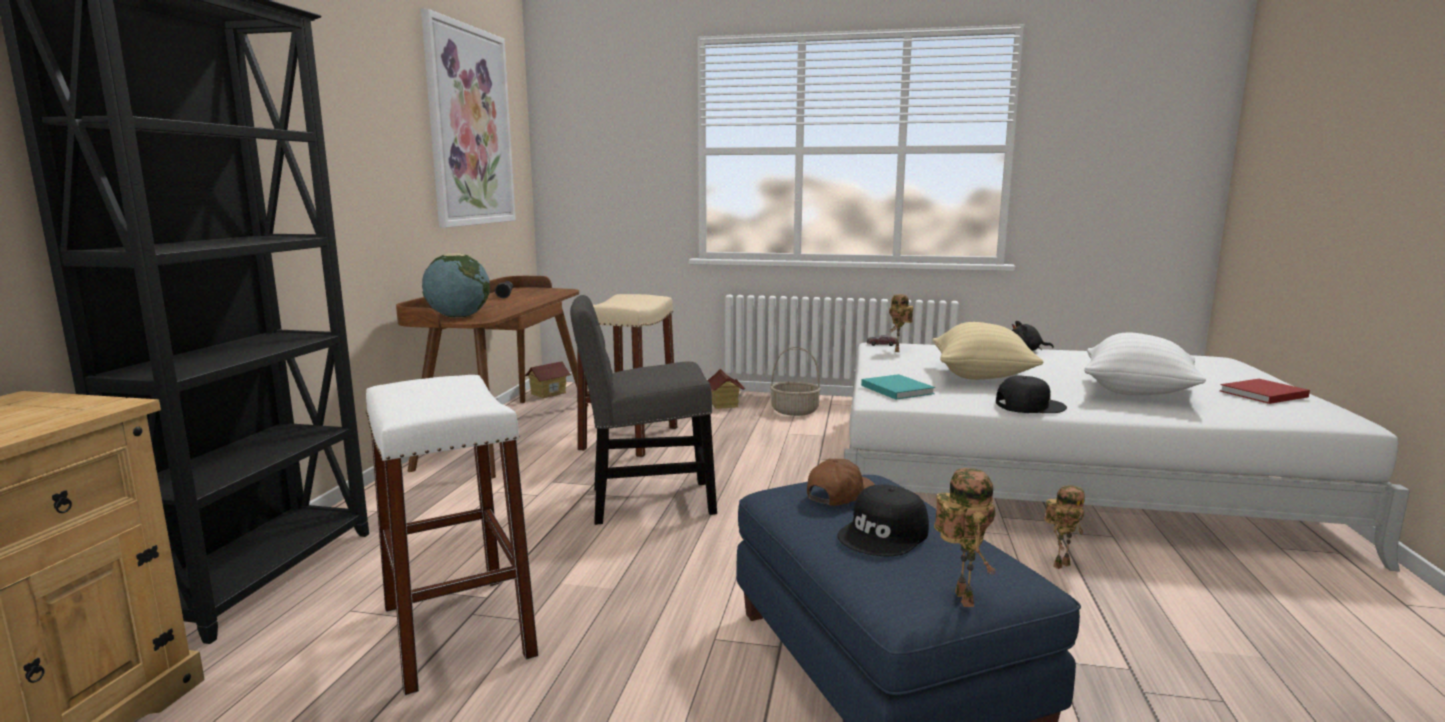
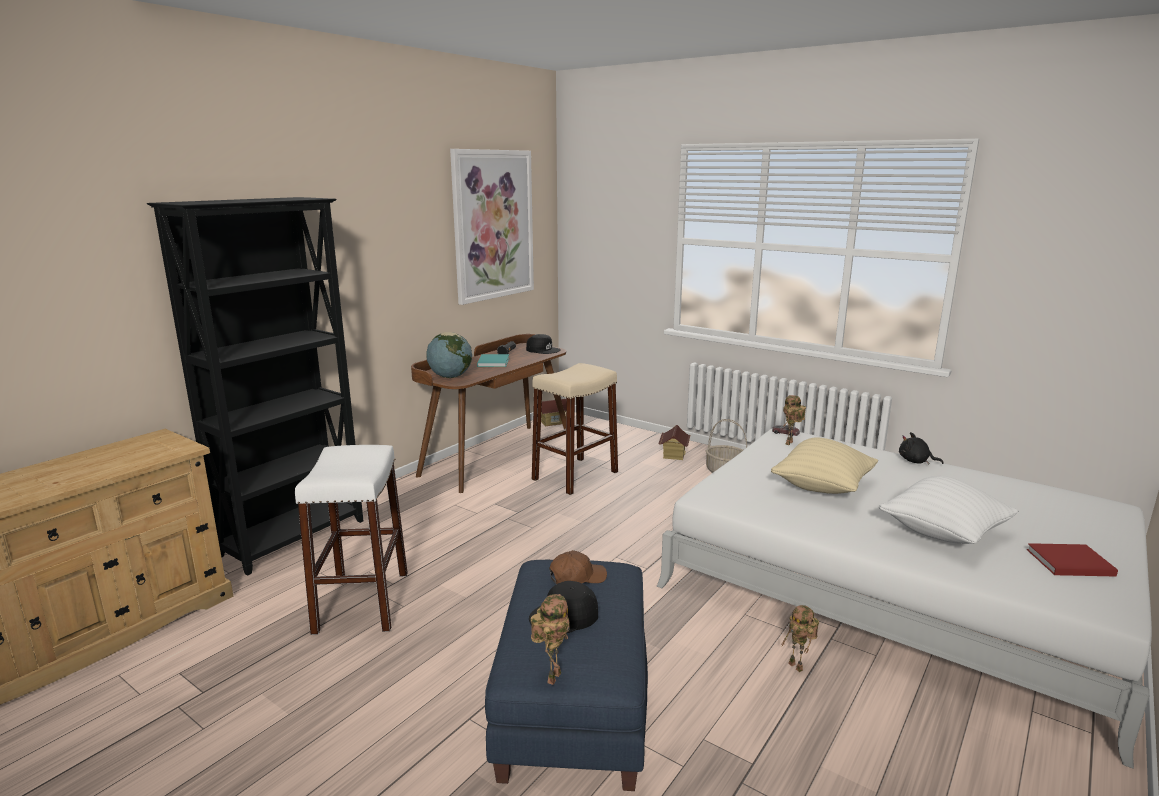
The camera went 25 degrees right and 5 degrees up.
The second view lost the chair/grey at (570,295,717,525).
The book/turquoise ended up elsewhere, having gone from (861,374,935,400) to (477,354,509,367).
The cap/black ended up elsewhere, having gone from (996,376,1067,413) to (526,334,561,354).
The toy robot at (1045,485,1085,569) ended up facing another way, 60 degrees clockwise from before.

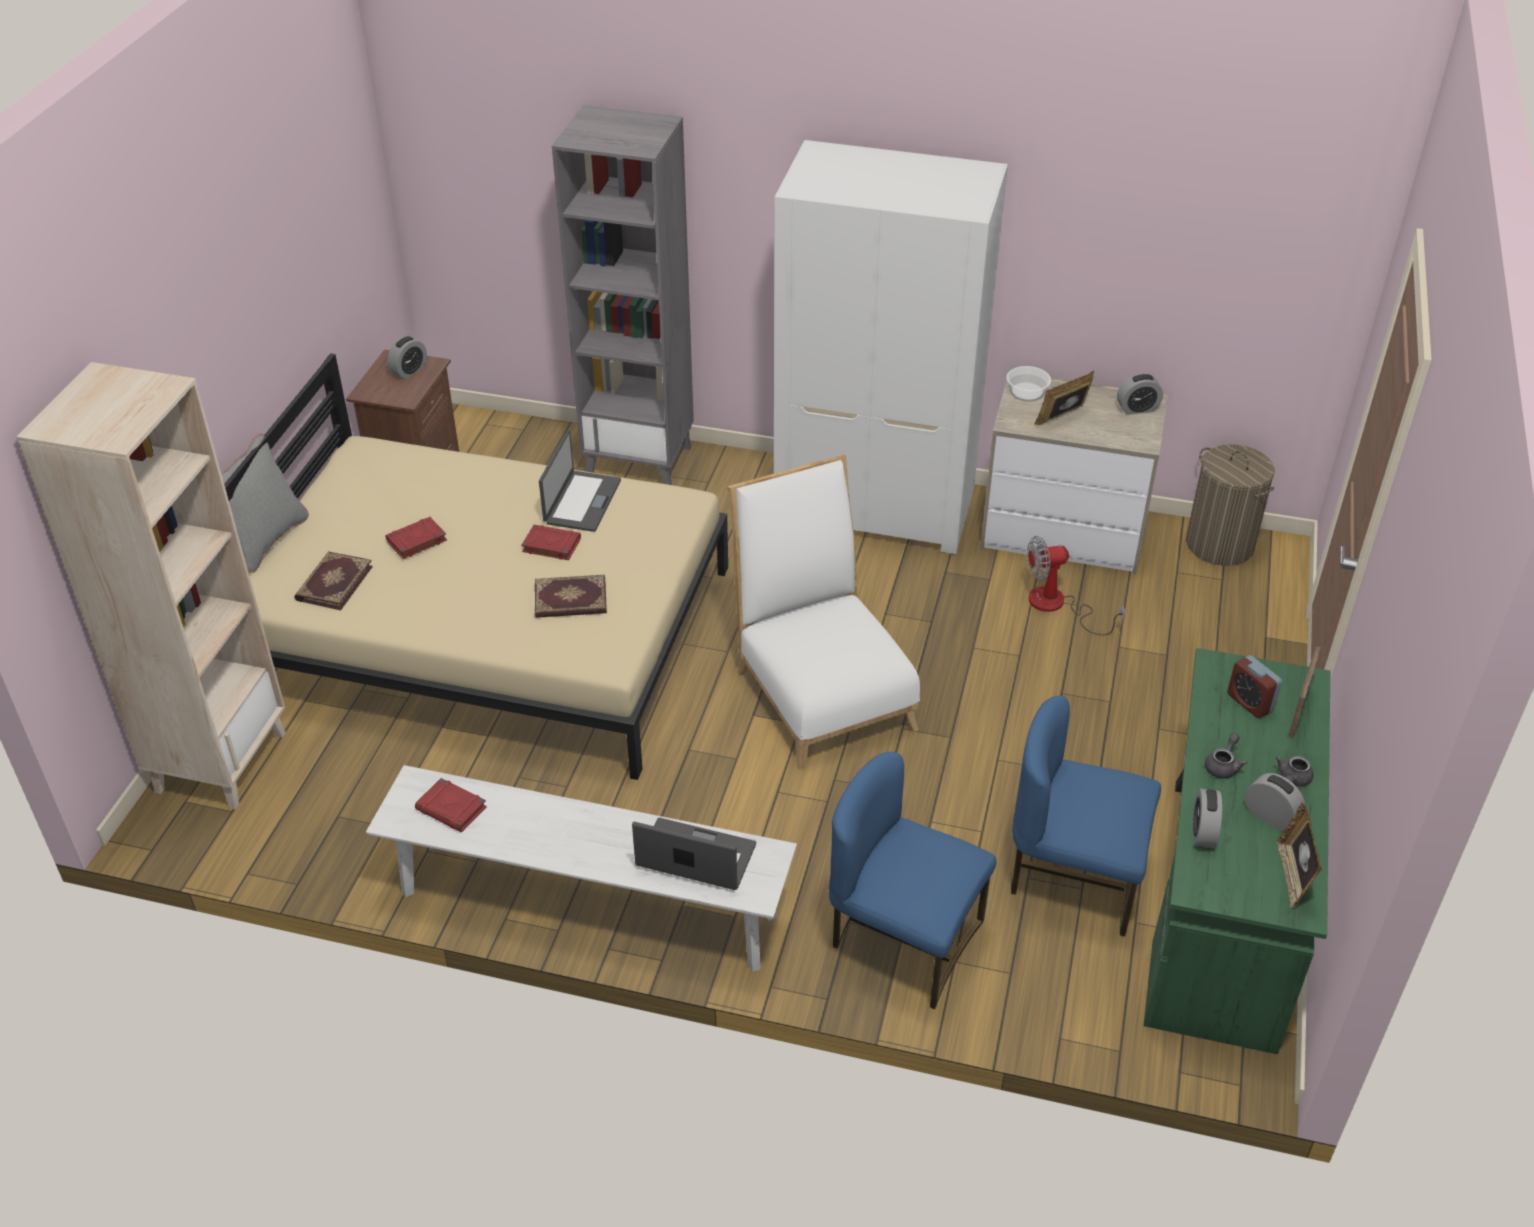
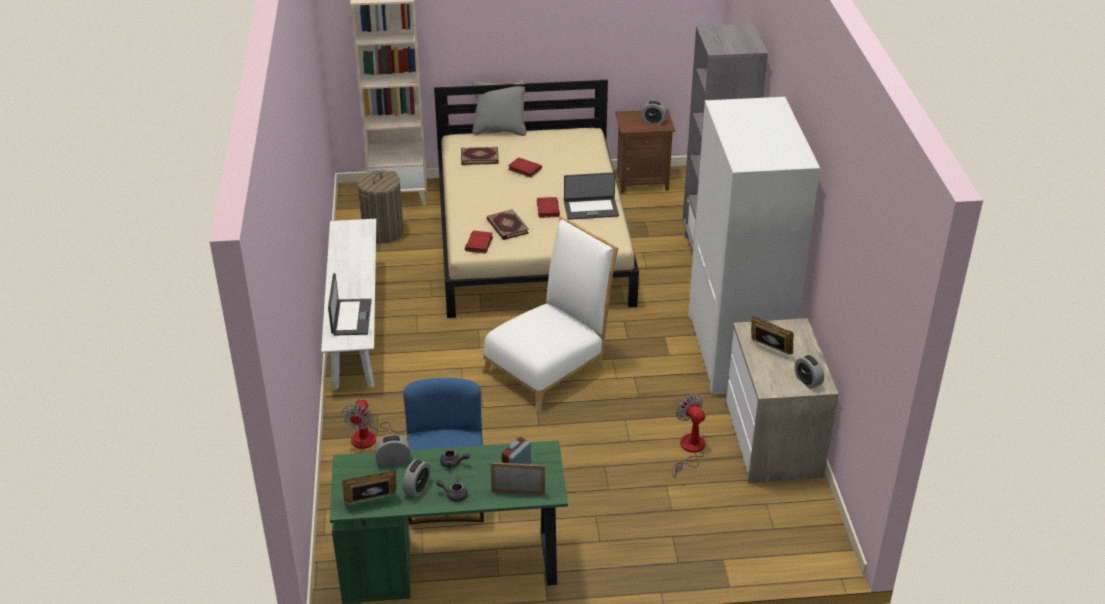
The camera went 70 degrees right and 5 degrees down.
The second view lost the bowl at (1006,366,1051,402).
The laundry basket ended up elsewhere, having gone from (1186,445,1275,565) to (357,170,404,243).
Where the chair/blue stood at (829,752,996,1009), the fan came to stand at (342,399,407,449).
The book/red ended up elsewhere, having gone from (415,778,487,832) to (465,230,493,254).

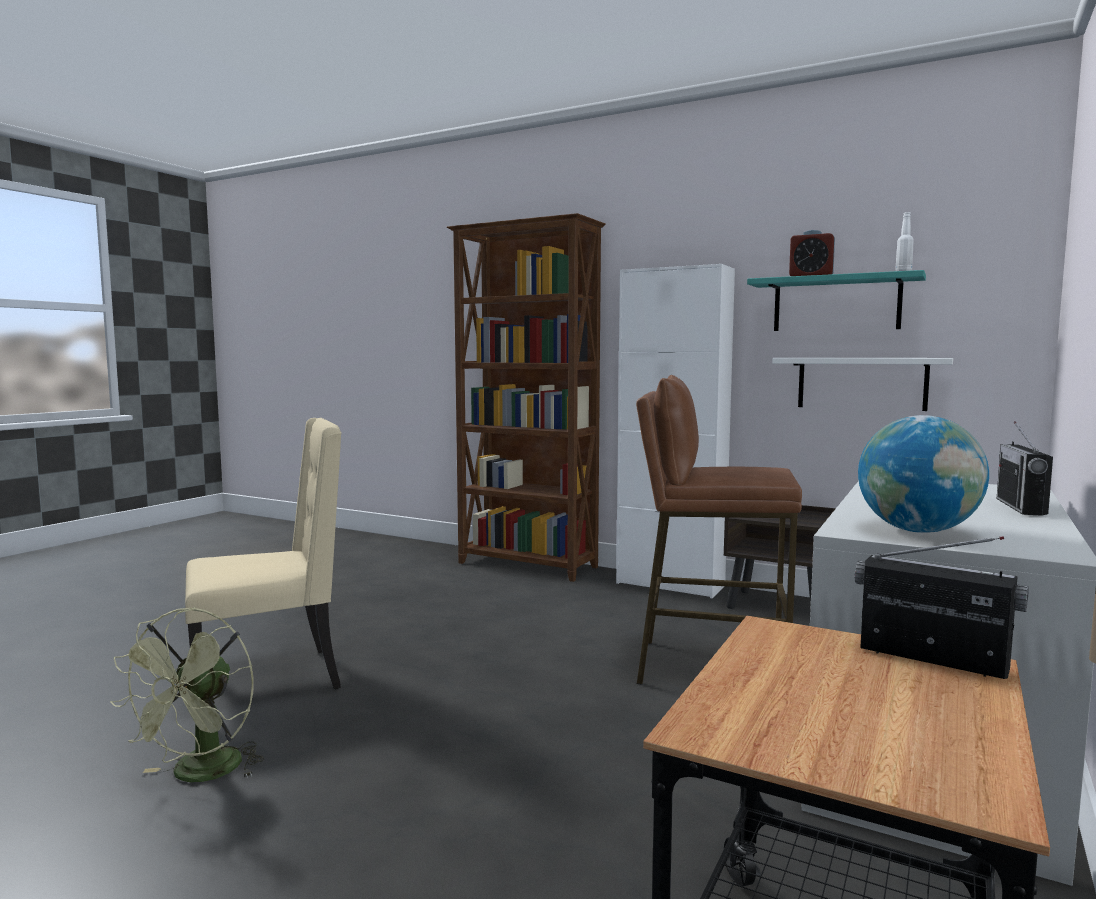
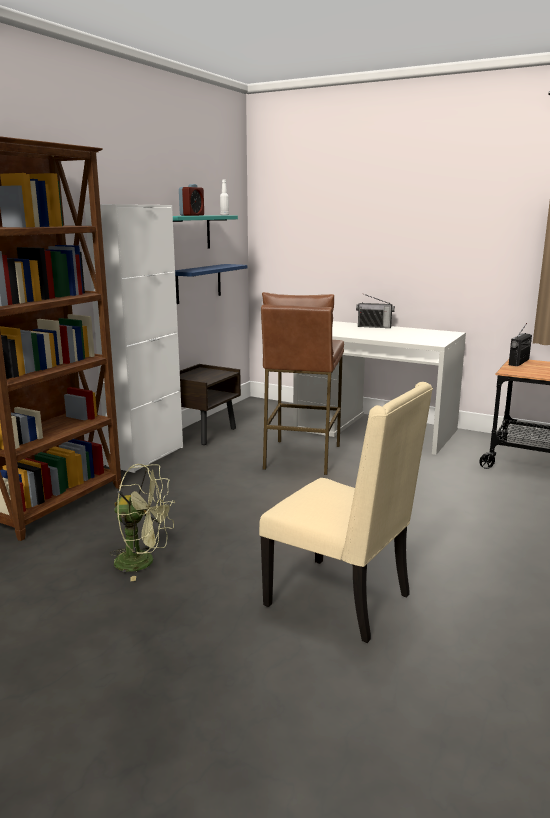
The camera went 90 degrees left and 10 degrees up.
What was the shelf/white at (772,358,953,411) turned into the shelf/blue at (175,264,247,304).
The second view lost the globe at (858,415,989,533).
The chair/beige at (185,418,342,689) ended up facing another way, 150 degrees clockwise from before.
The fan/green ended up elsewhere, having gone from (110,607,264,782) to (110,464,175,582).

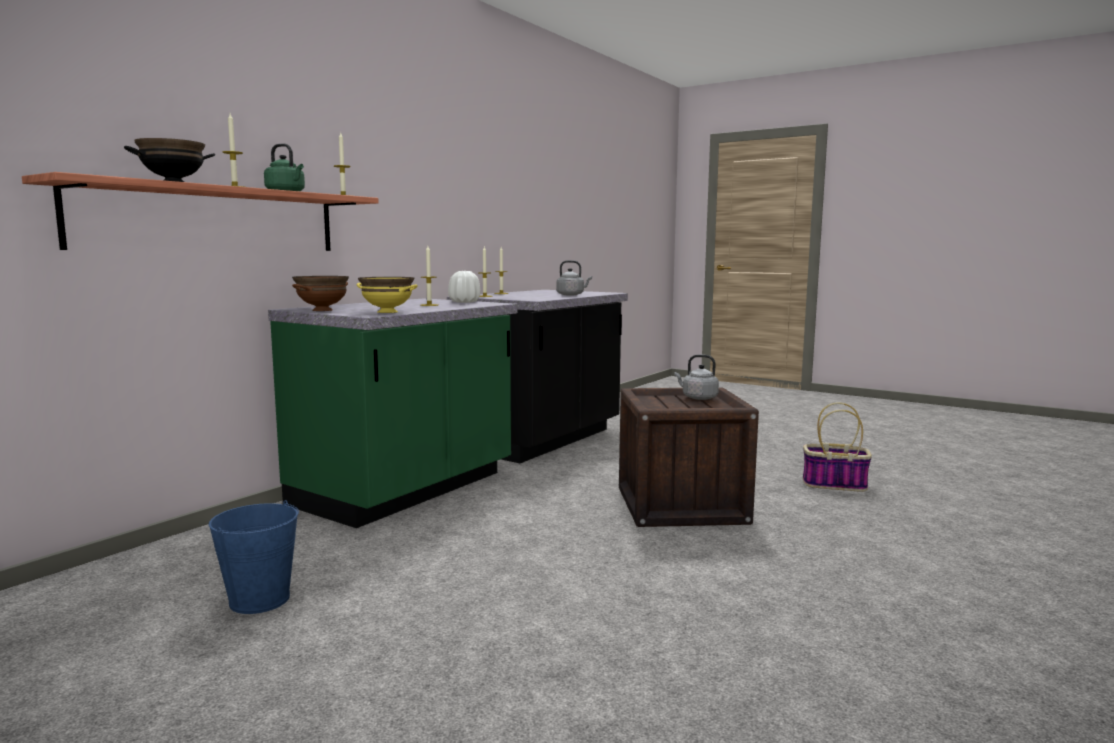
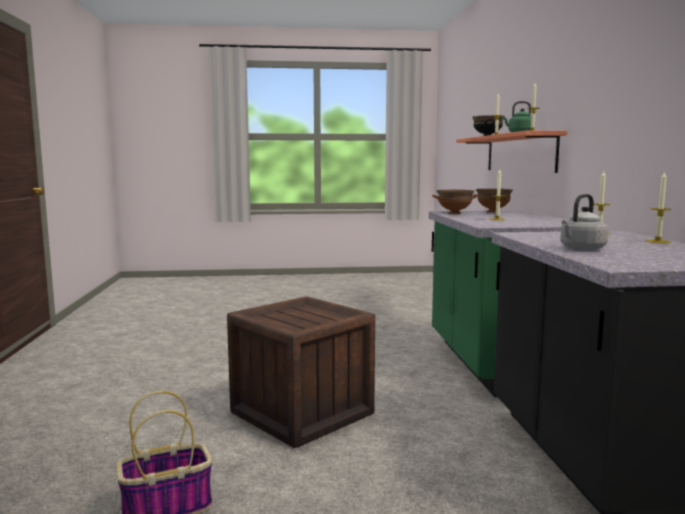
The camera went 140 degrees right and 0 degrees up.
The second view lost the vase/white at (448,271,481,303).
What was the bowl/yellow at (357,277,418,313) turned into the bowl/brown at (432,190,478,214).
The second view lost the kettle/grey at (675,355,719,400).
The second view lost the bucket/blue at (209,500,299,614).

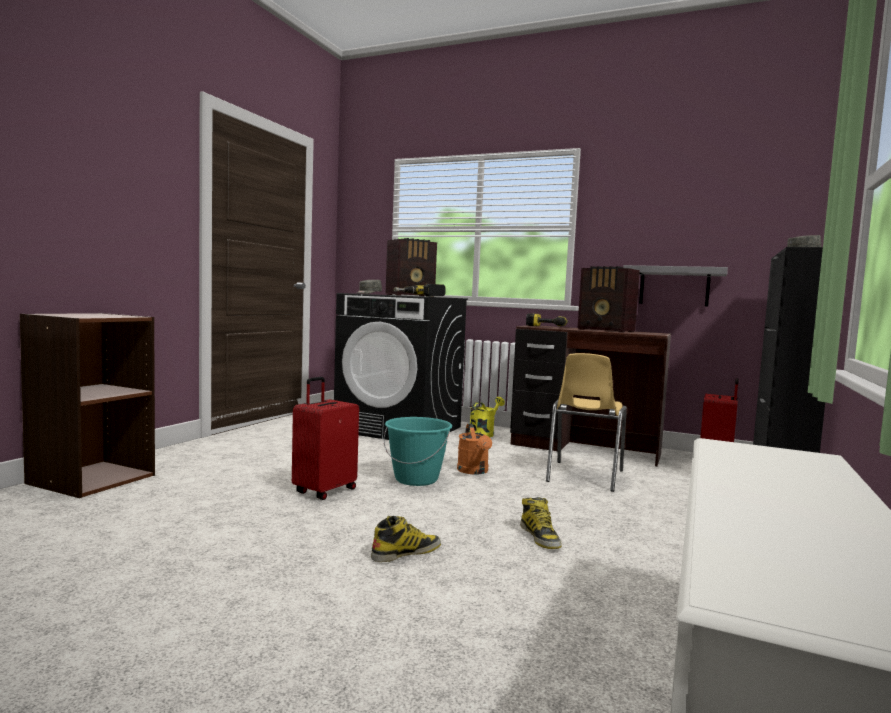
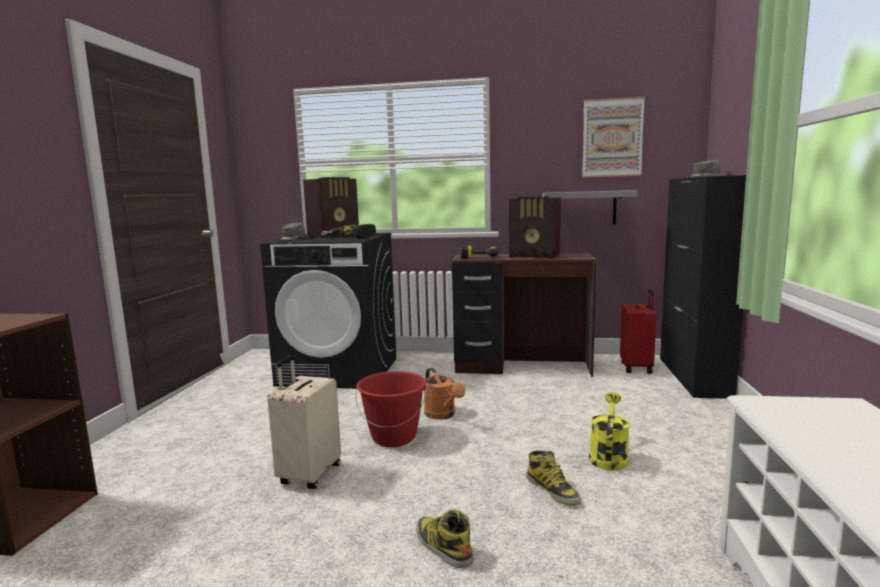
The camera went 15 degrees left and 5 degrees up.
The second view lost the chair/yellow at (546,353,627,492).
What was the suitcase/red at (292,377,359,500) turned into the suitcase/beige at (267,355,341,489).
The watering can/yellow ended up elsewhere, having gone from (470,397,505,437) to (589,392,630,471).
What was the bucket/turquoise at (384,417,452,486) turned into the bucket/red at (356,371,427,447).
The boot at (371,516,441,562) ended up facing another way, 75 degrees counterclockwise from before.
The second view gained the picture at (582,97,645,178).

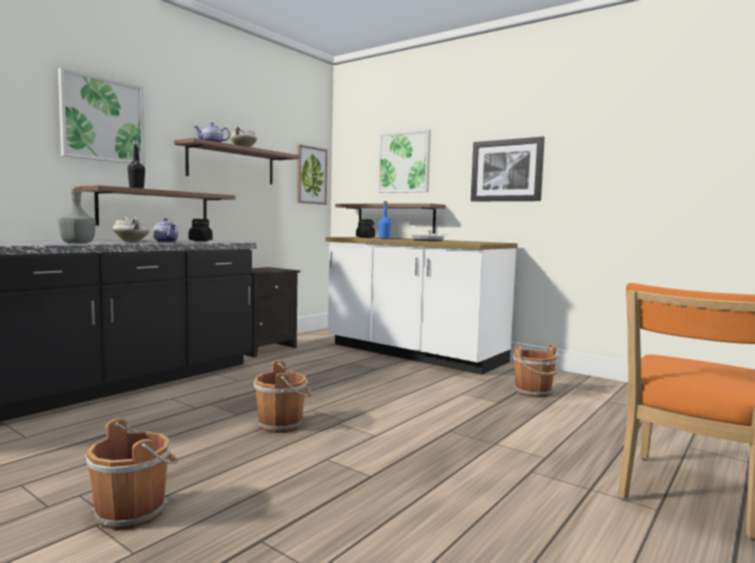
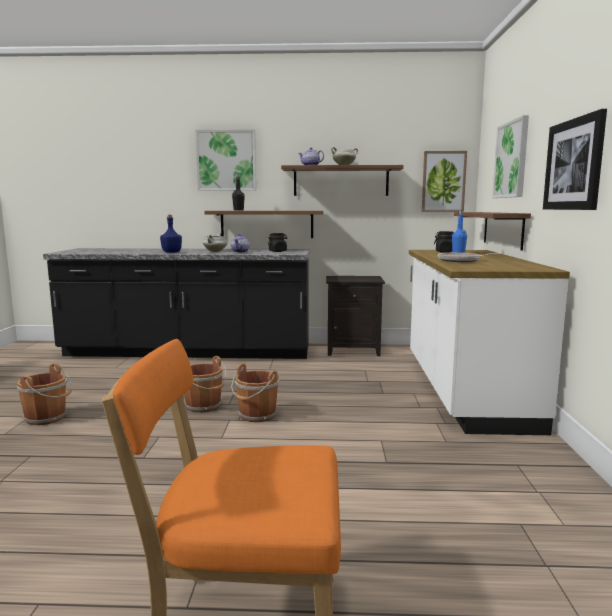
The camera went 55 degrees right and 5 degrees up.
What was the bottle/grey at (58,187,96,243) turned into the bottle/blue at (160,215,182,253).
The bucket/brown ended up elsewhere, having gone from (513,344,560,398) to (231,364,279,422).

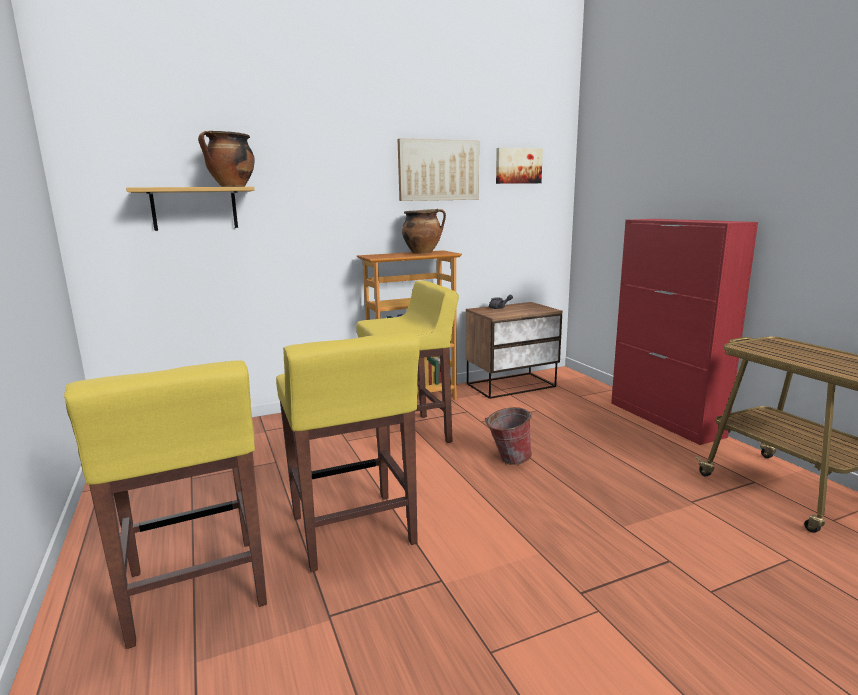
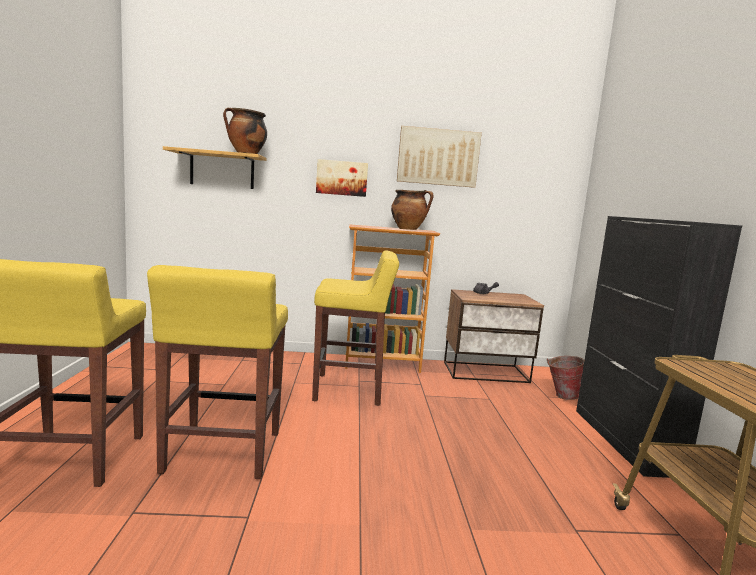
The camera went 20 degrees right and 5 degrees down.
The picture ended up elsewhere, having gone from (496,148,543,184) to (316,159,368,197).
What was the cabinet/red at (611,219,758,445) turned into the cabinet/black at (576,216,742,478).
The bucket ended up elsewhere, having gone from (485,407,532,465) to (547,356,584,400).

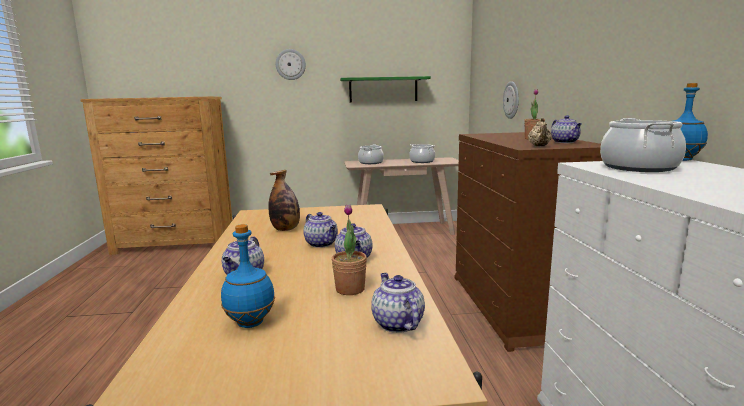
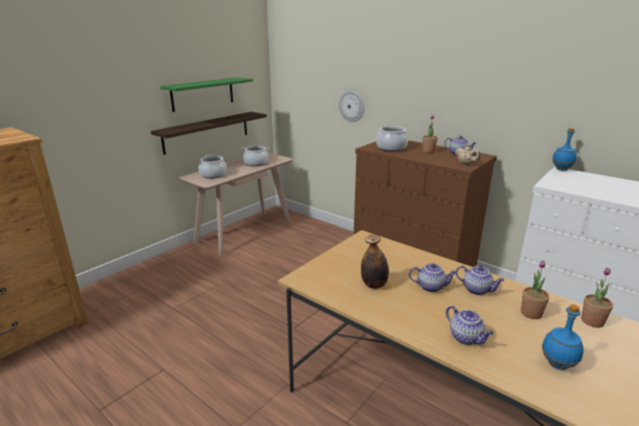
The camera went 45 degrees left and 10 degrees up.
The second view lost the wall clock at (276,49,306,80).
The cooking pot ended up elsewhere, having gone from (600,118,686,172) to (376,125,408,151).
Where the teapot stood at (371,273,425,333), the potted plant came to stand at (581,268,613,328).
The second view gained the shelf at (151,112,266,155).

